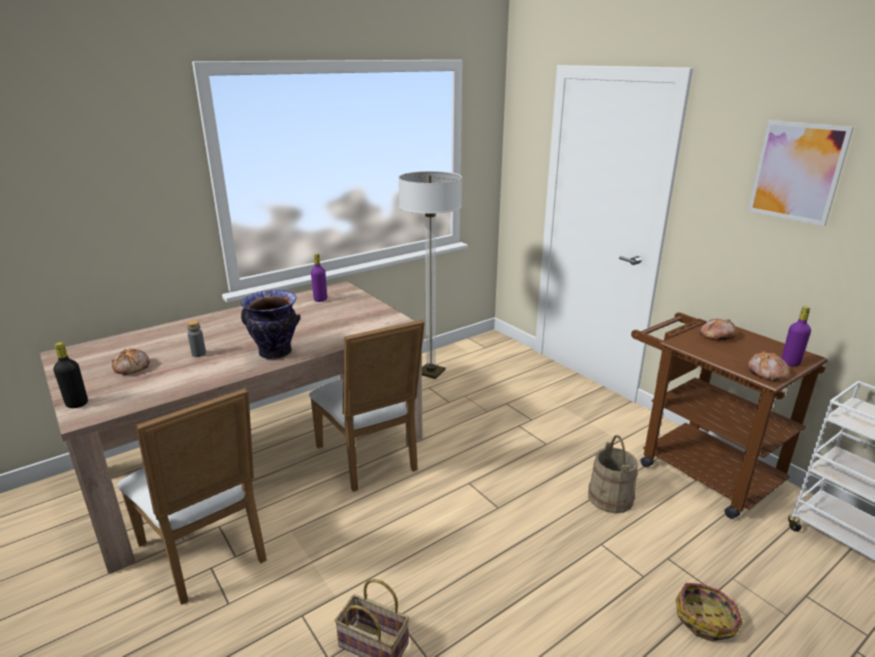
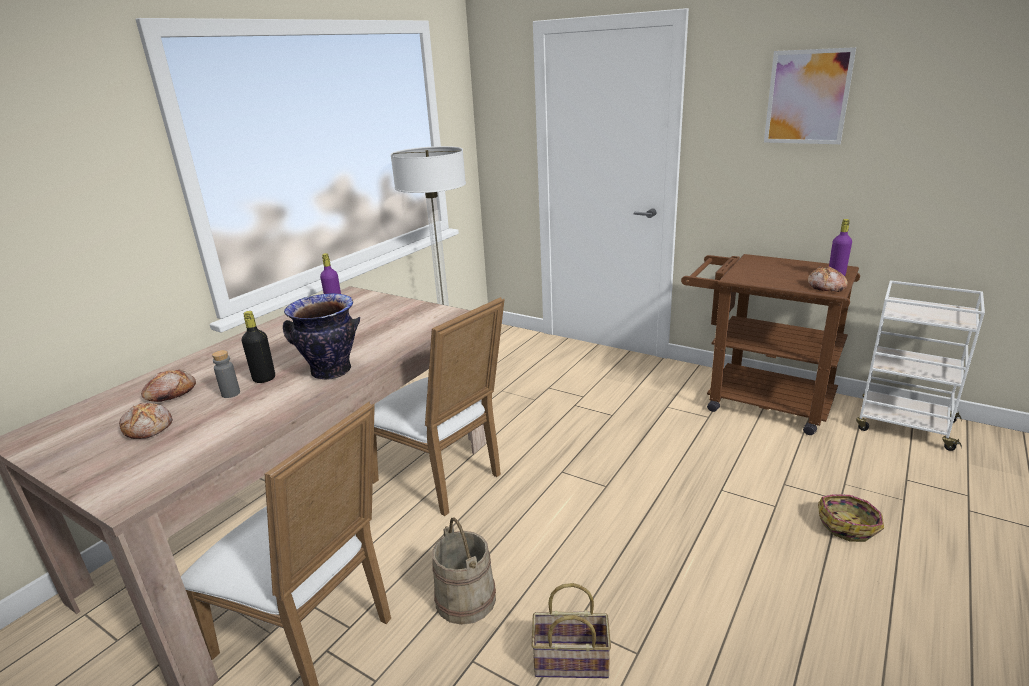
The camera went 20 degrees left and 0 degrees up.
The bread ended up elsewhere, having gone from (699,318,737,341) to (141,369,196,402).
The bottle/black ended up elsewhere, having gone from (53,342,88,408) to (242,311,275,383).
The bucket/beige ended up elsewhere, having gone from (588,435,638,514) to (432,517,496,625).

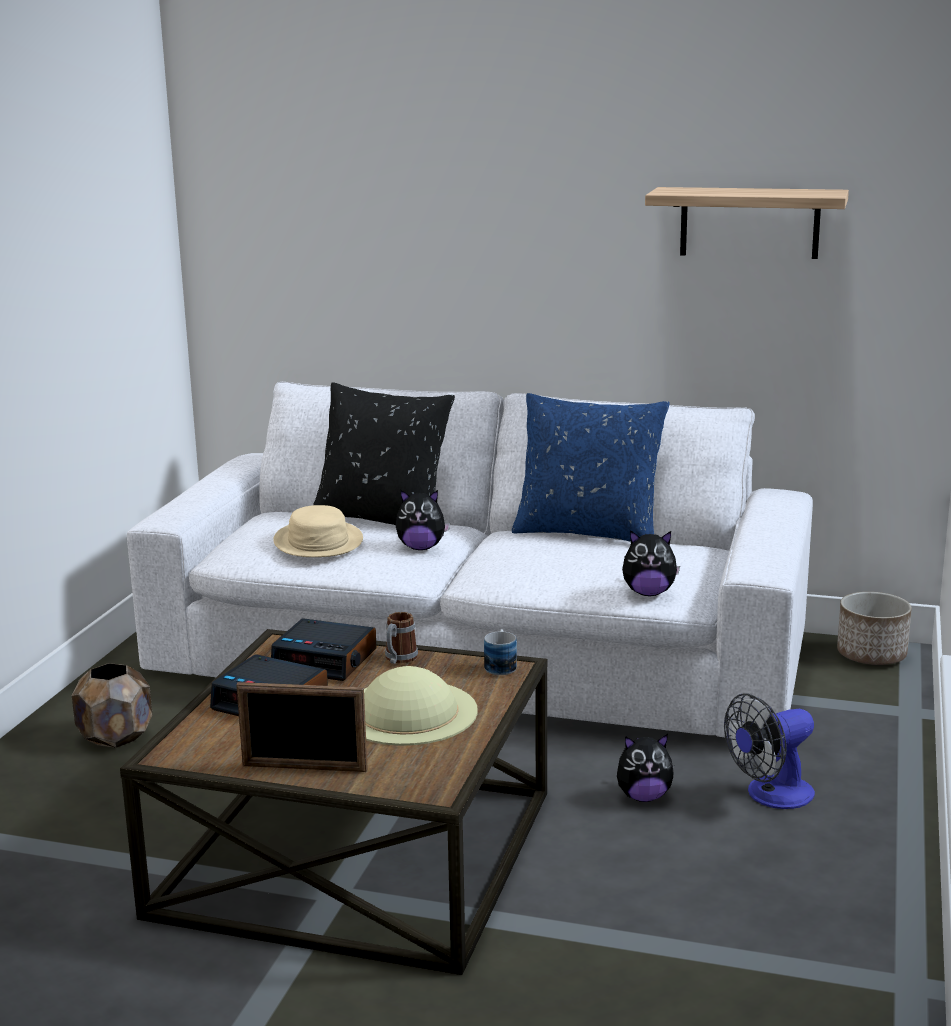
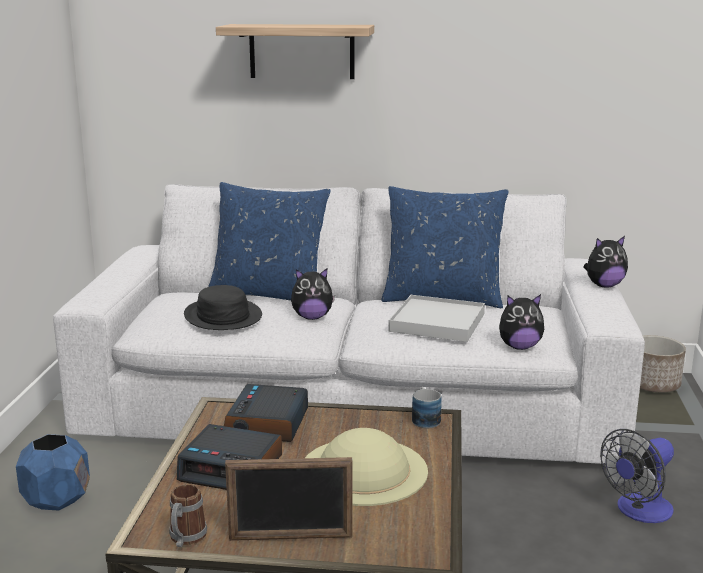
The camera went 10 degrees left and 0 degrees up.
The shelf ended up elsewhere, having gone from (645,187,849,259) to (216,24,374,79).
What was the pillow/black at (313,382,455,525) turned into the pillow/blue at (208,182,330,301).
What was the hat/beige at (273,505,363,557) turned into the hat/black at (184,285,262,330).
The mug ended up elsewhere, having gone from (385,612,418,664) to (169,484,207,547).
The alarm clock at (271,618,376,681) ended up facing another way, 90 degrees clockwise from before.
What was the planter/brown at (72,663,153,748) turned into the planter/blue at (16,434,90,511).
The plush toy ended up elsewhere, having gone from (617,734,674,802) to (583,236,628,288).
The second view gained the tray/white at (388,295,485,342).

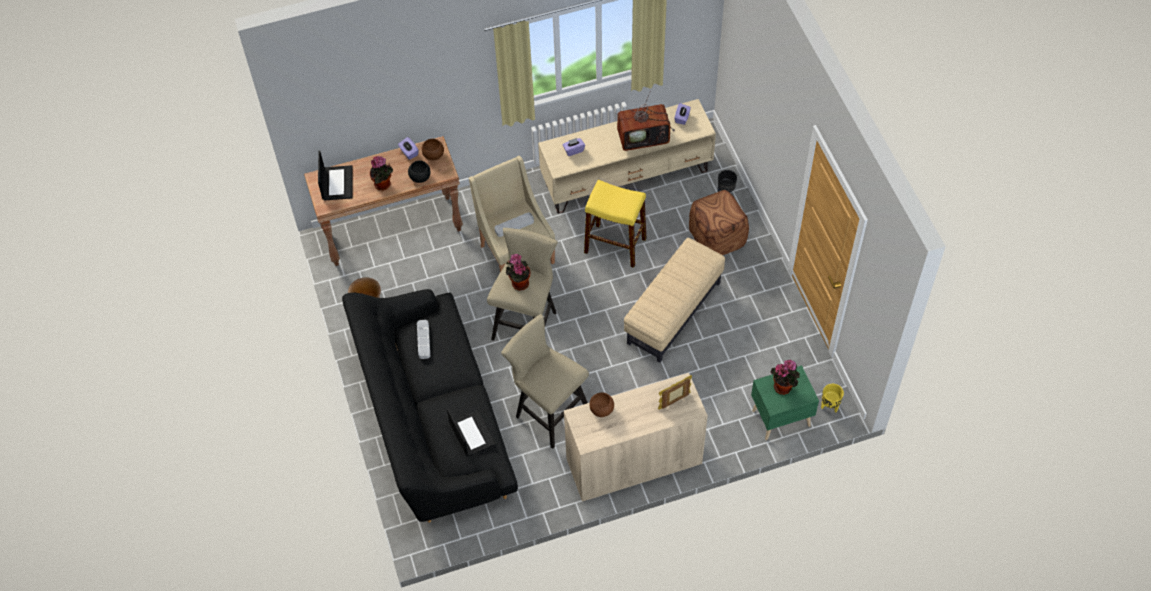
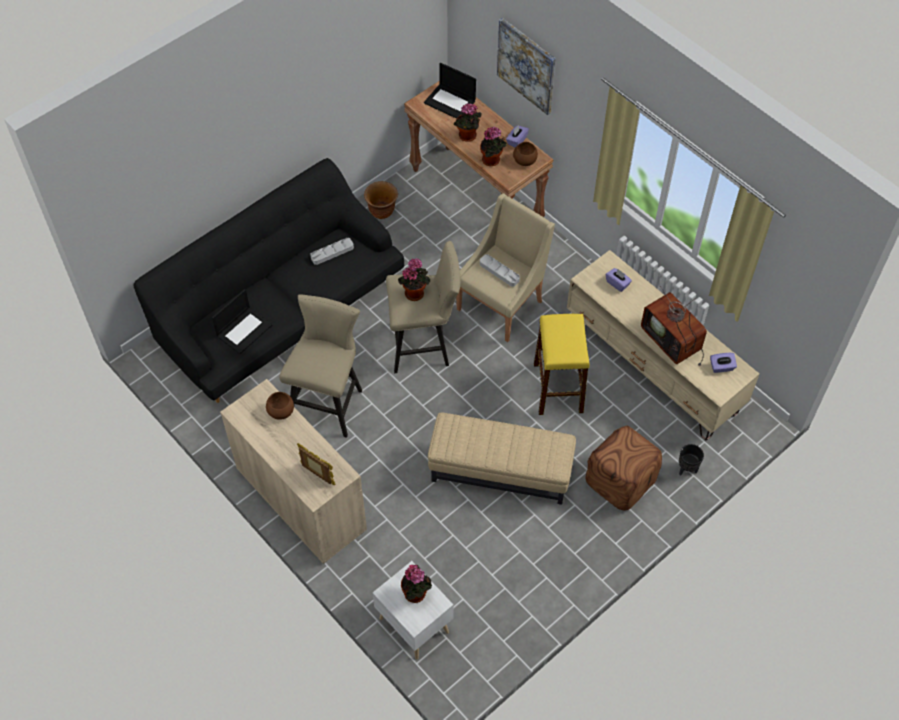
The camera went 65 degrees right and 0 degrees up.
The laptop at (318,151,352,200) ended up facing another way, 60 degrees clockwise from before.
Where the bowl/black stood at (408,160,431,183), the potted plant came to stand at (480,126,507,166).
What was the nightstand/green at (751,365,819,440) turned into the nightstand/white at (373,561,454,660).
The second view lost the planter/yellow at (821,384,844,412).
The second view gained the picture at (497,18,556,115).

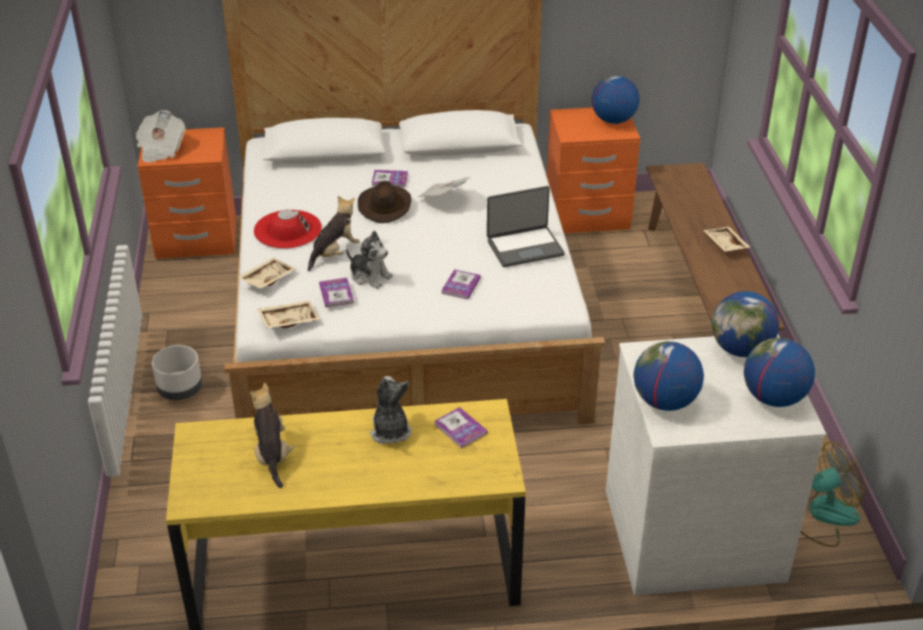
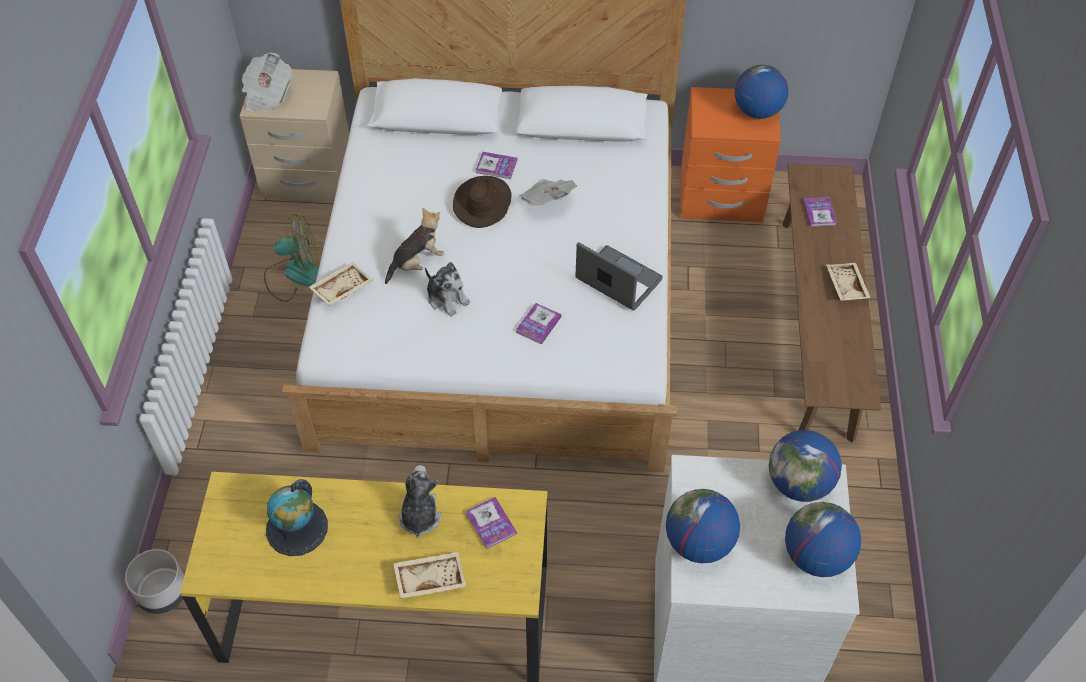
The camera went 10 degrees right and 15 degrees up.
What was the nightstand/orange at (138,127,237,259) turned into the nightstand/beige at (240,69,349,201).
The laptop at (487,186,565,267) ended up facing another way, 135 degrees counterclockwise from before.
The second view lost the hat/red at (254,210,322,249).
The book ended up elsewhere, having gone from (319,278,354,307) to (803,197,837,227).
The tray/beige ended up elsewhere, having gone from (257,300,320,328) to (393,552,466,598).
The planter/grey ended up elsewhere, having gone from (152,345,202,400) to (125,549,184,614).
Where the plush toy stood at (250,383,294,488), the globe came to stand at (266,479,328,556).
The fan ended up elsewhere, having gone from (800,442,866,547) to (264,214,319,302).

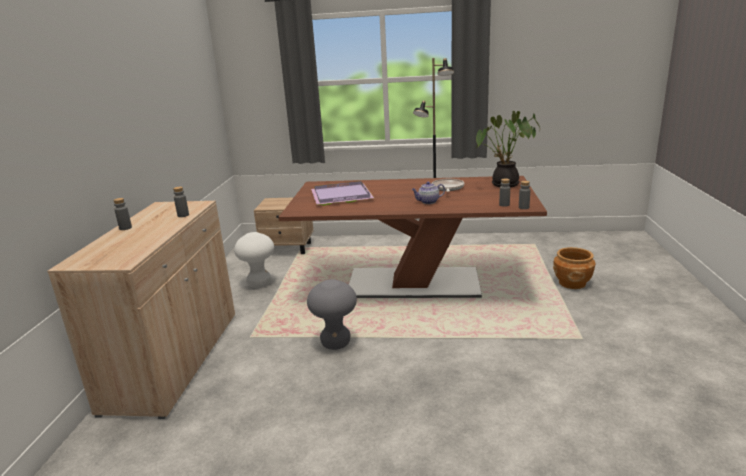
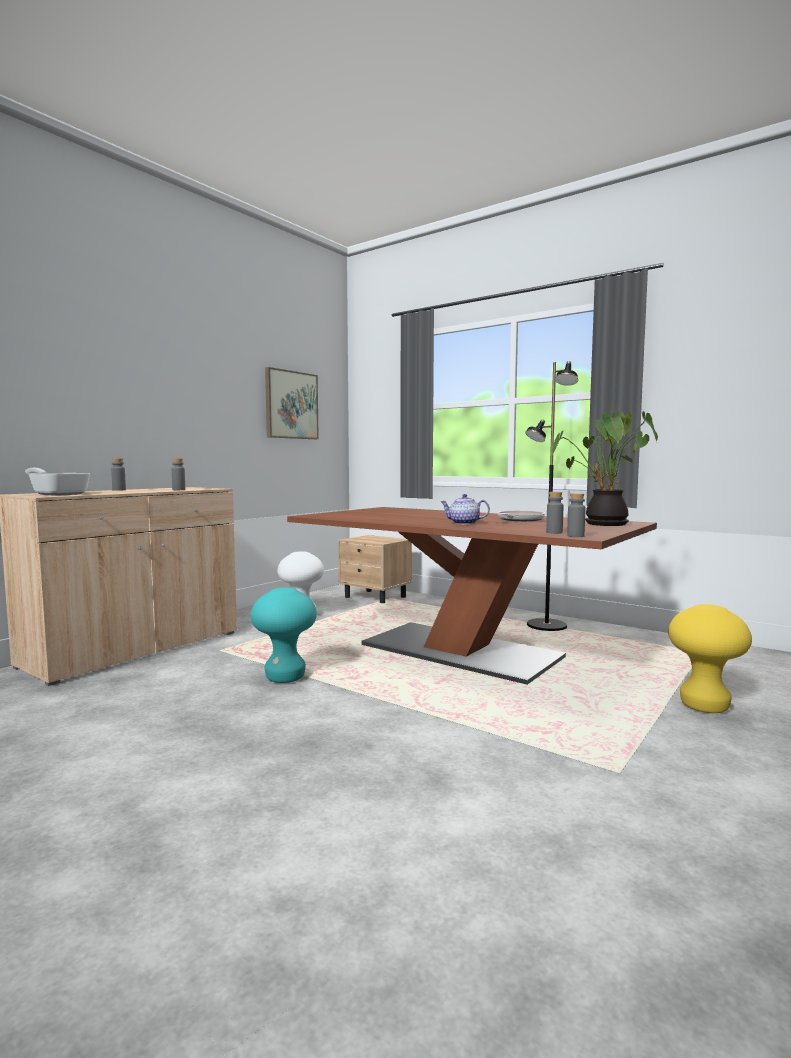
The camera went 30 degrees right and 15 degrees down.
The second view lost the tray/purple at (311,181,374,206).
Where the planter/brown stood at (553,247,596,289), the stool/yellow came to stand at (668,604,752,713).
What was the stool/grey at (307,279,357,350) turned into the stool/turquoise at (251,587,317,683).
The second view gained the picture at (265,367,319,439).
The second view gained the frying pan at (25,468,91,496).

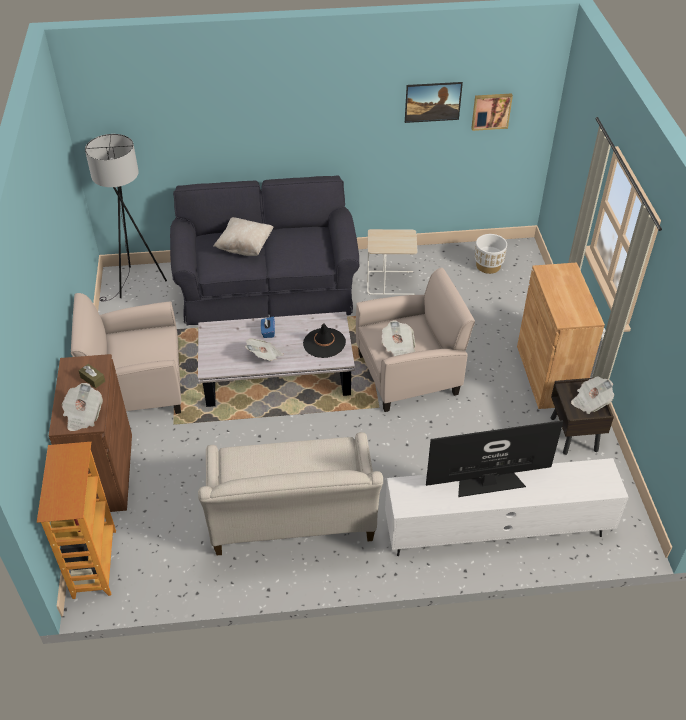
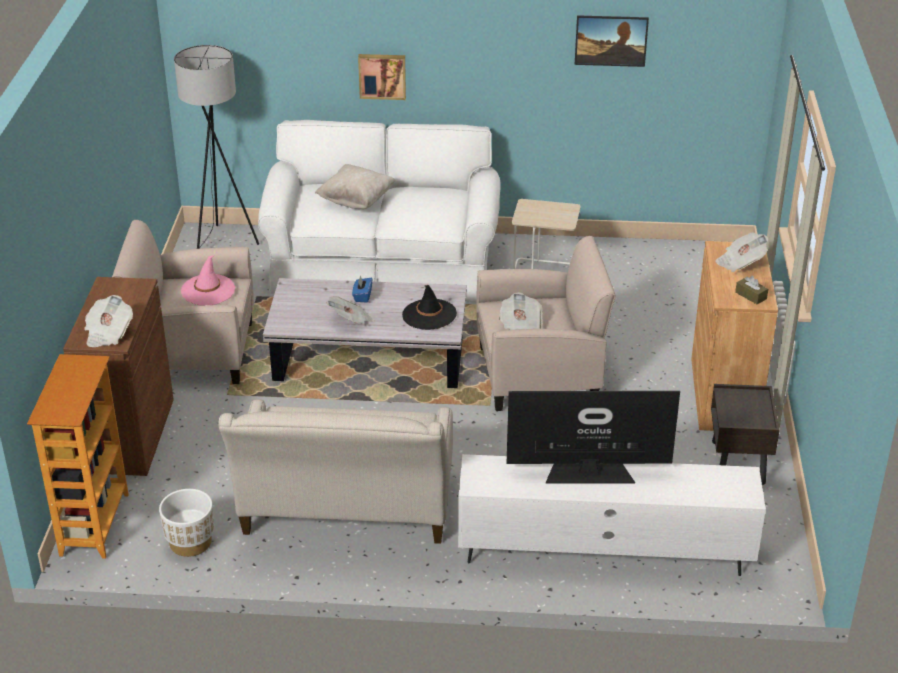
The camera went 10 degrees right and 10 degrees down.
The picture ended up elsewhere, having gone from (471,93,513,131) to (358,54,406,100).
What was the sofa/black at (170,176,360,326) turned into the sofa/white at (258,120,500,303).
The planter/white ended up elsewhere, having gone from (475,234,507,274) to (159,489,214,557).
The tissue box/brown ended up elsewhere, having gone from (78,364,105,388) to (735,276,768,304).
The newspaper ended up elsewhere, having gone from (571,376,614,414) to (716,232,769,272).
The second view gained the hat/pink at (181,255,235,305).

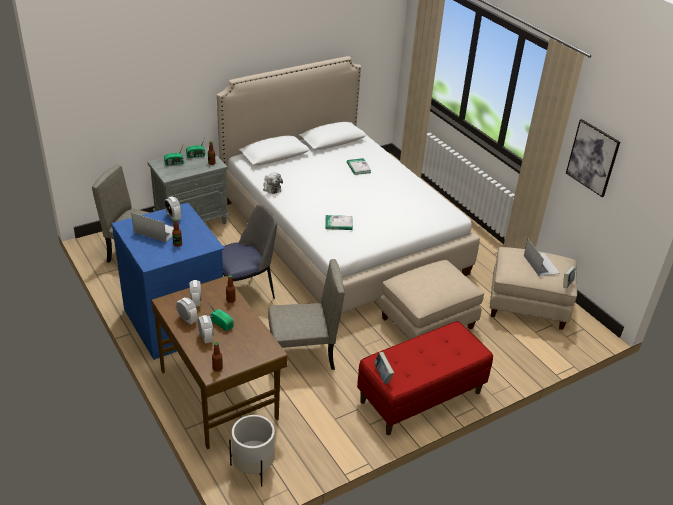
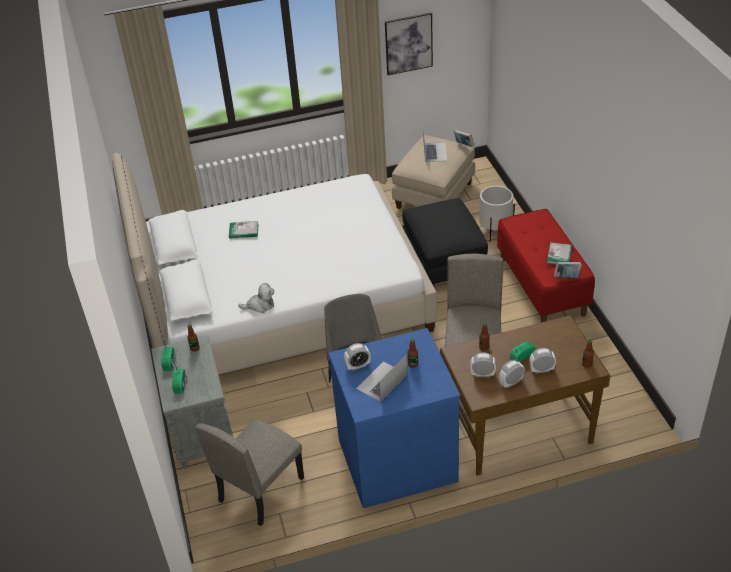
The camera went 70 degrees left and 5 degrees up.
The book ended up elsewhere, having gone from (325,215,353,230) to (547,242,572,265).
The laptop at (524,239,560,276) ended up facing another way, 90 degrees clockwise from before.
What was the ottoman/beige at (379,260,484,340) turned into the ottoman/black at (402,198,488,286).
The planter/white ended up elsewhere, having gone from (229,415,275,487) to (479,186,515,242).

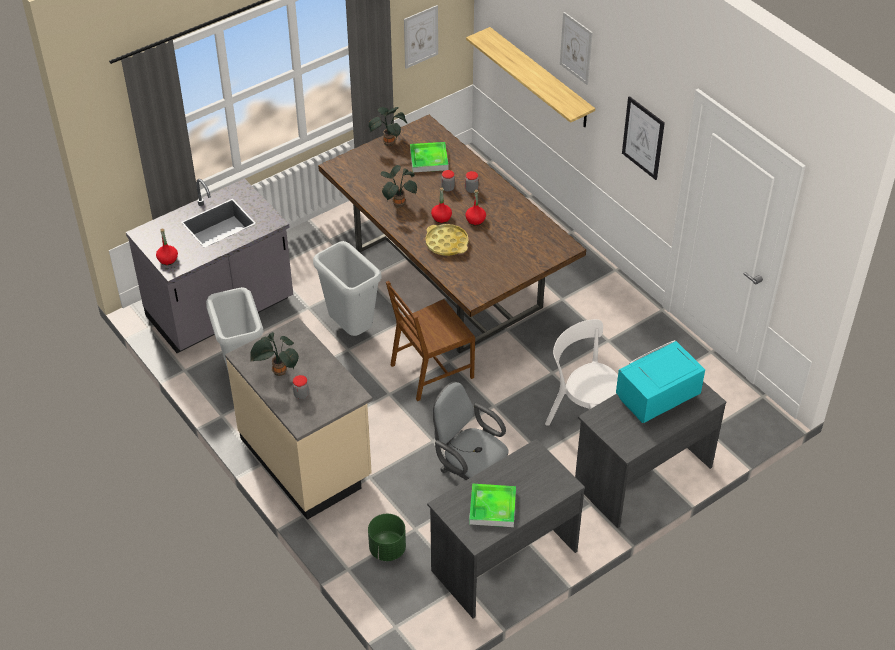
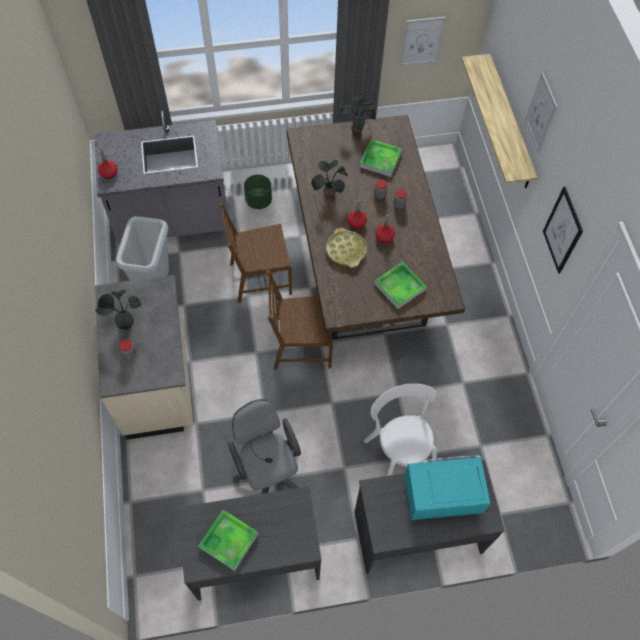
The camera went 25 degrees right and 15 degrees up.
Where the trash can/grey stood at (313,241,381,336), the chair/brown came to stand at (219,203,292,303).
The planter/green ended up elsewhere, having gone from (368,514,406,561) to (244,174,272,209).
The second view gained the tray at (375,262,427,309).

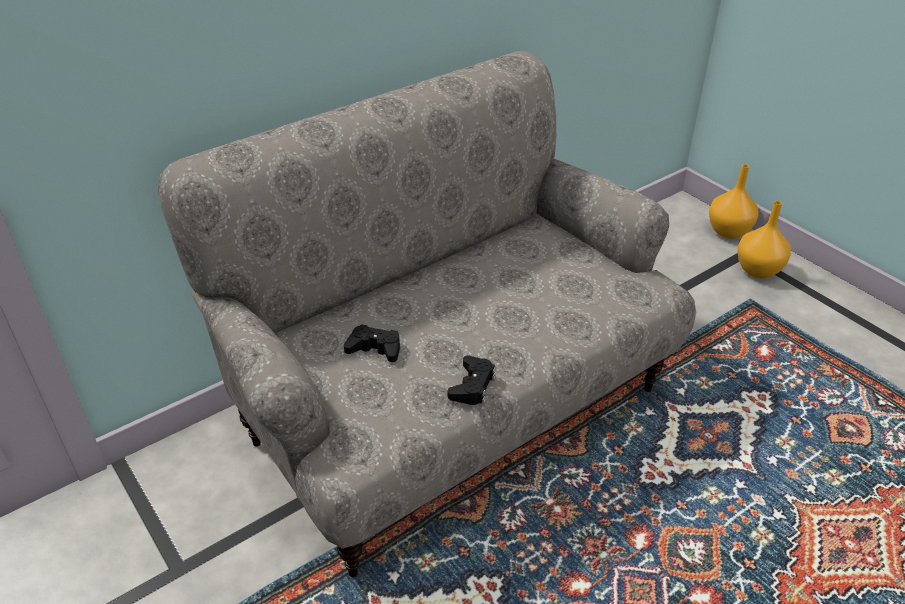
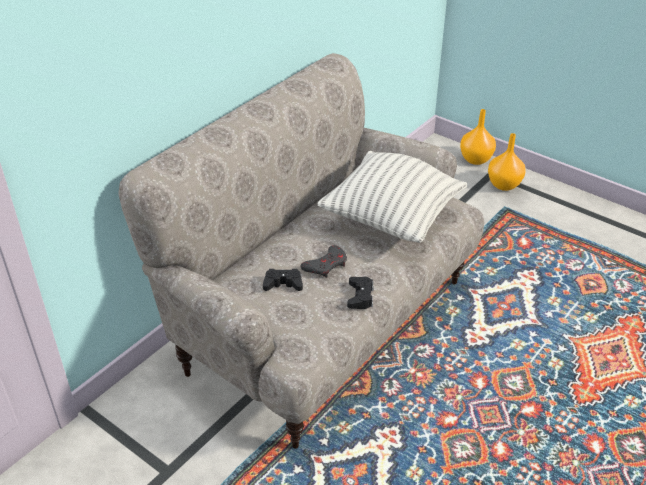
The camera went 15 degrees left and 0 degrees up.
The second view gained the pillow at (317,151,467,243).
The second view gained the game controller/grey at (301,245,347,278).

